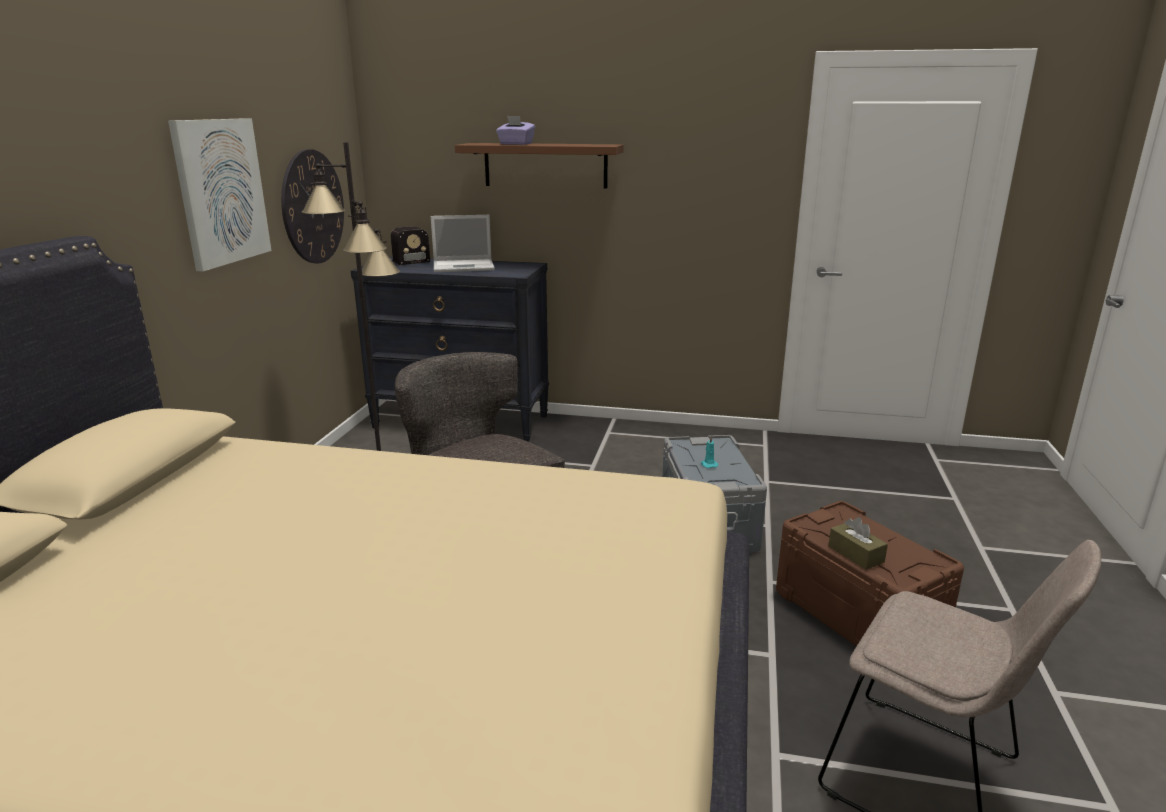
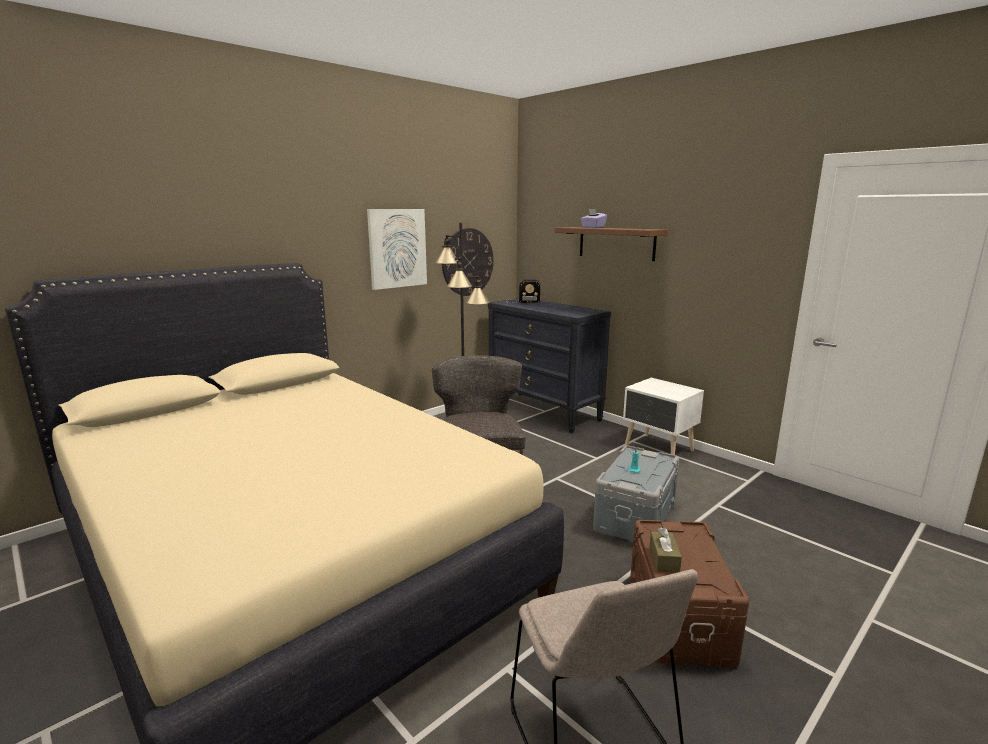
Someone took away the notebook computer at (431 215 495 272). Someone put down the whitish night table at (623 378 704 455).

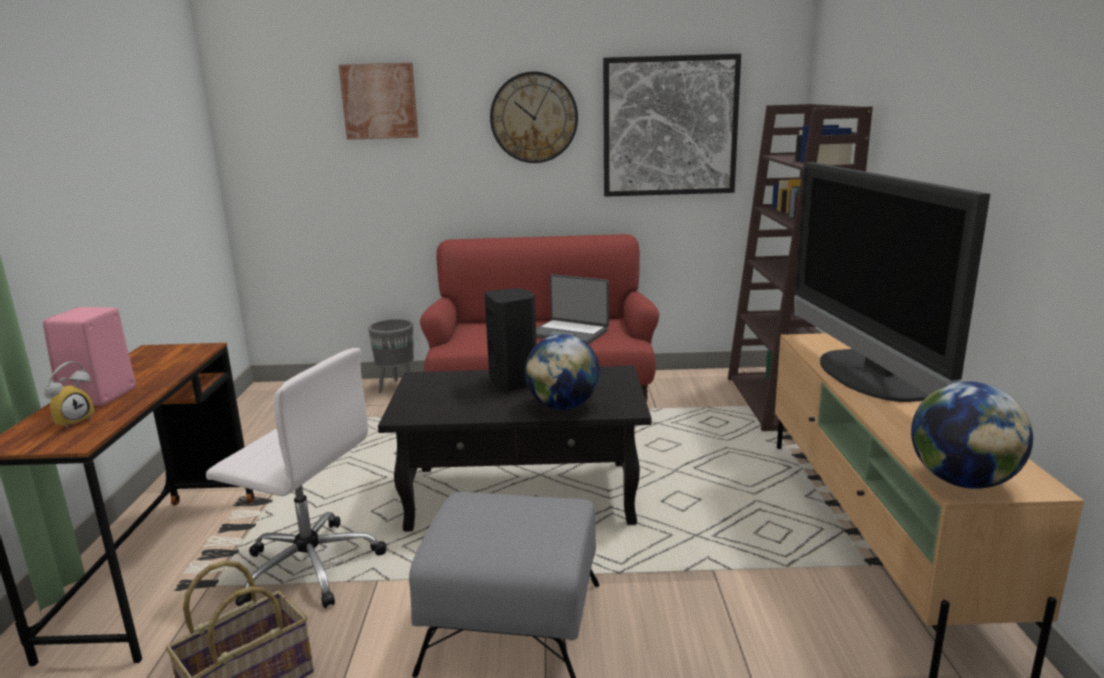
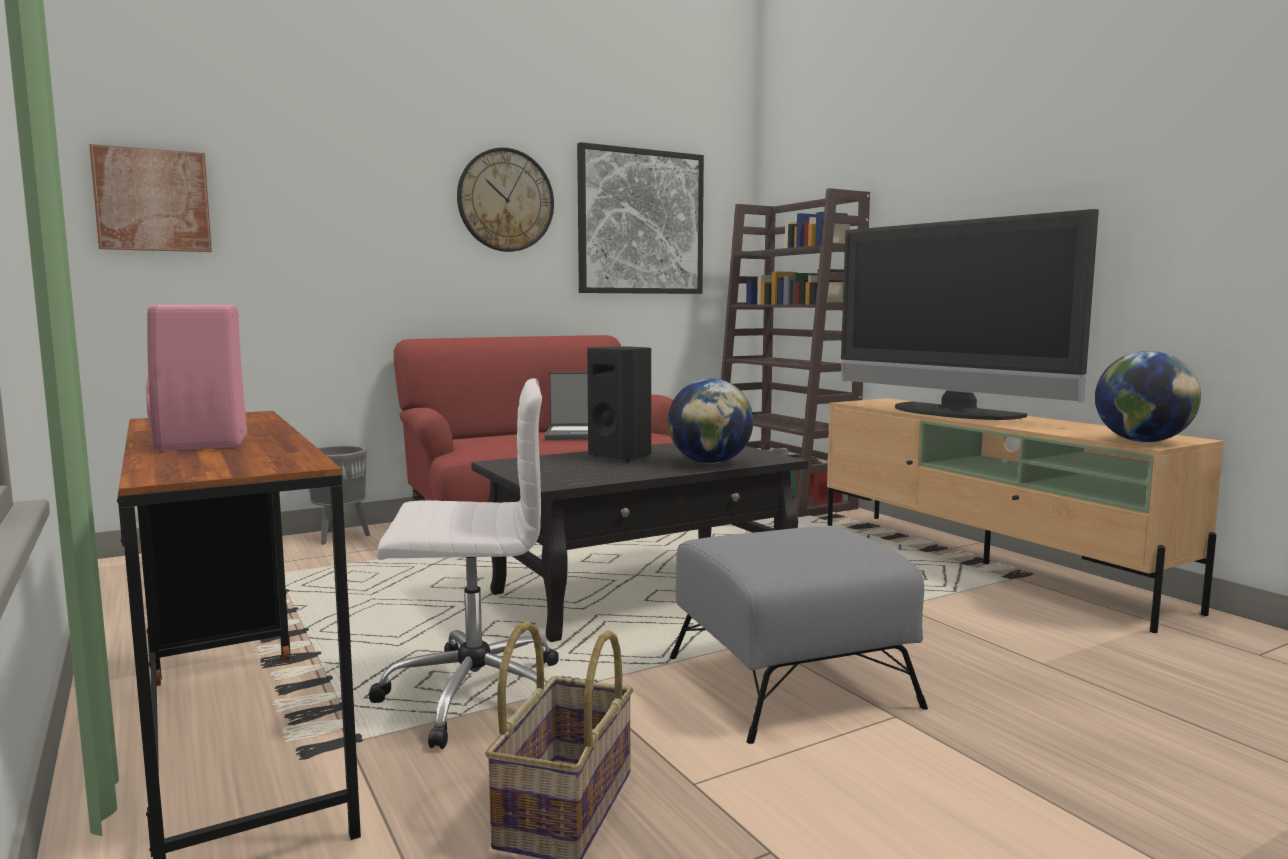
Someone took away the bedside clock at (44 361 95 429). Someone carried the picture from (339 63 418 140) to (89 144 212 252).

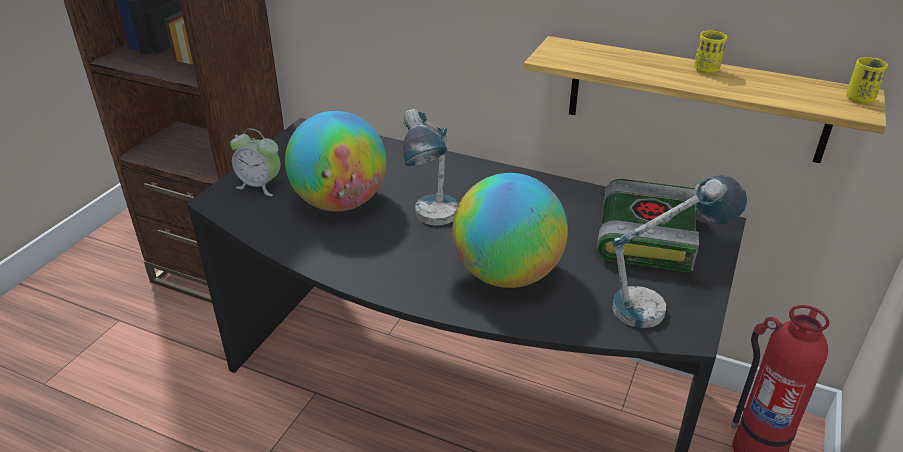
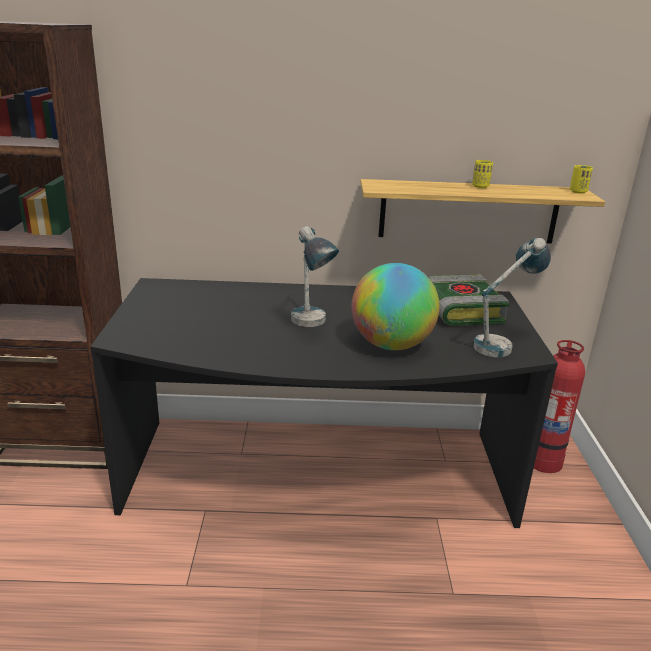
Someone took away the bedside clock at (230 129 280 196). Someone took away the world globe at (285 111 386 211).

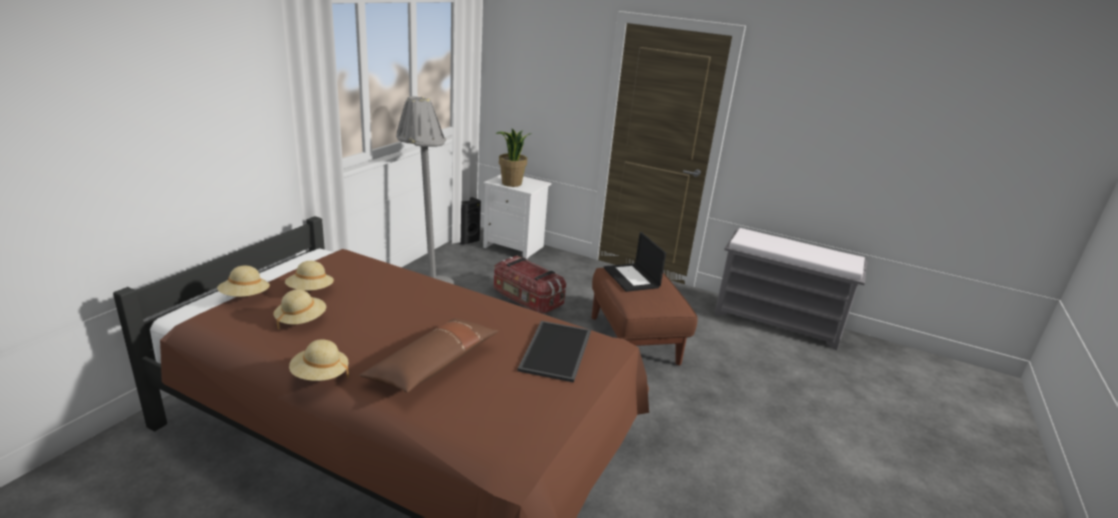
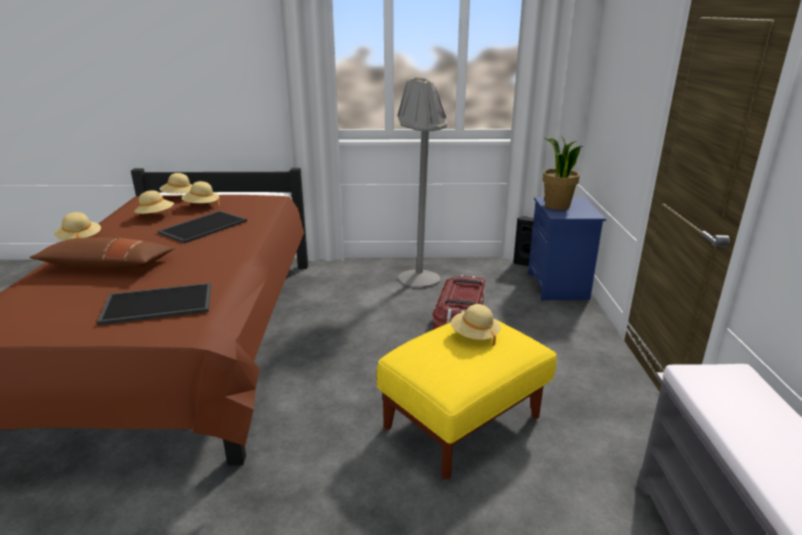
Someone repainted the whitish night table at (483 175 551 259), which became the blue-coloured night table at (528 197 606 301). Someone repainted the brownish ottoman at (592 268 697 365), which became the yellowish ottoman at (377 319 557 479). Someone swapped the notebook computer at (604 232 666 292) for the sand-coloured hat at (451 304 501 346). Someone put down the serving tray at (157 211 247 243).

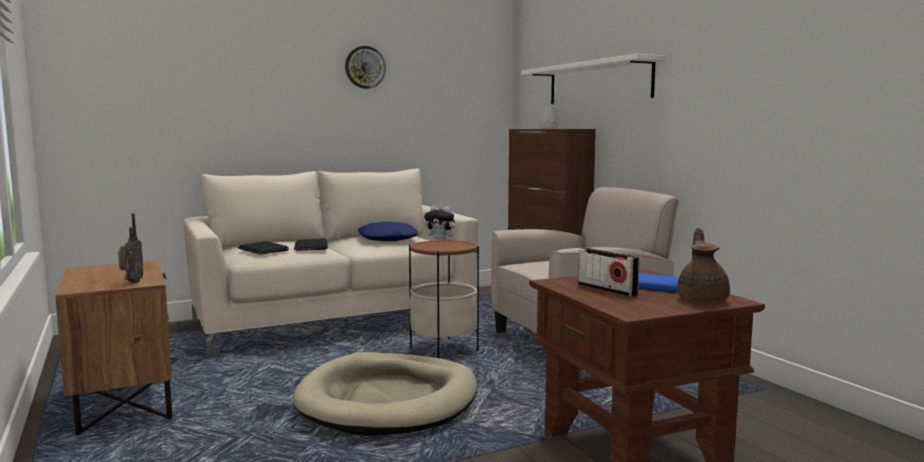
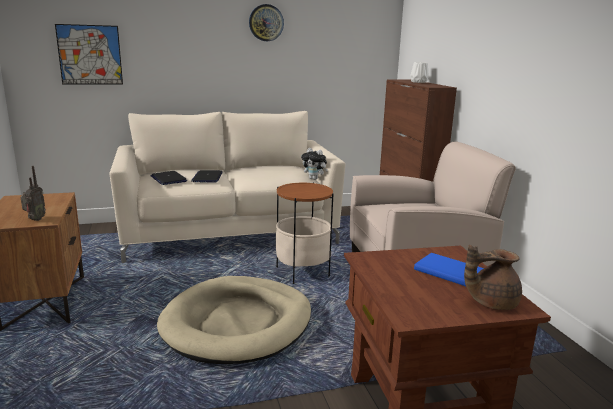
Someone took away the blue-coloured throw pillow at (358 222 418 241). Someone took away the whitish bracket shelf at (521 54 666 104). Someone took away the radio receiver at (578 248 640 297). Someone rotated the brownish pot for tea at (677 228 730 303) by 120 degrees counterclockwise. Someone put up the picture at (55 24 123 85).

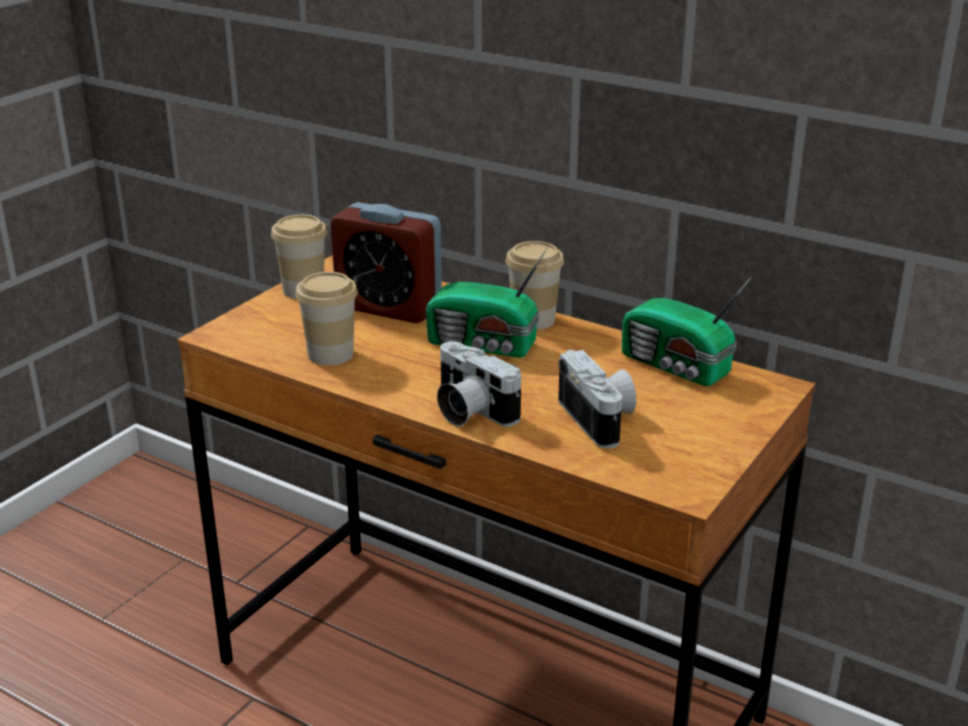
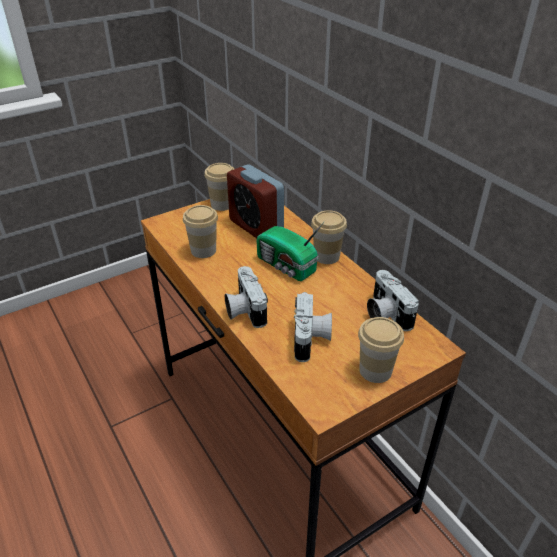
Someone swapped the radio receiver at (622 277 752 386) for the photo camera at (367 270 419 331). Someone put down the drinking cup at (358 317 404 383).

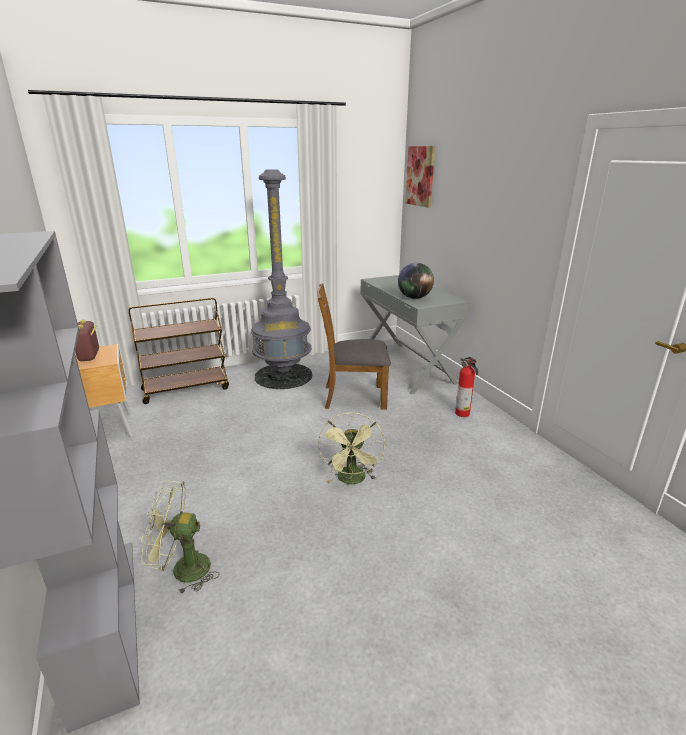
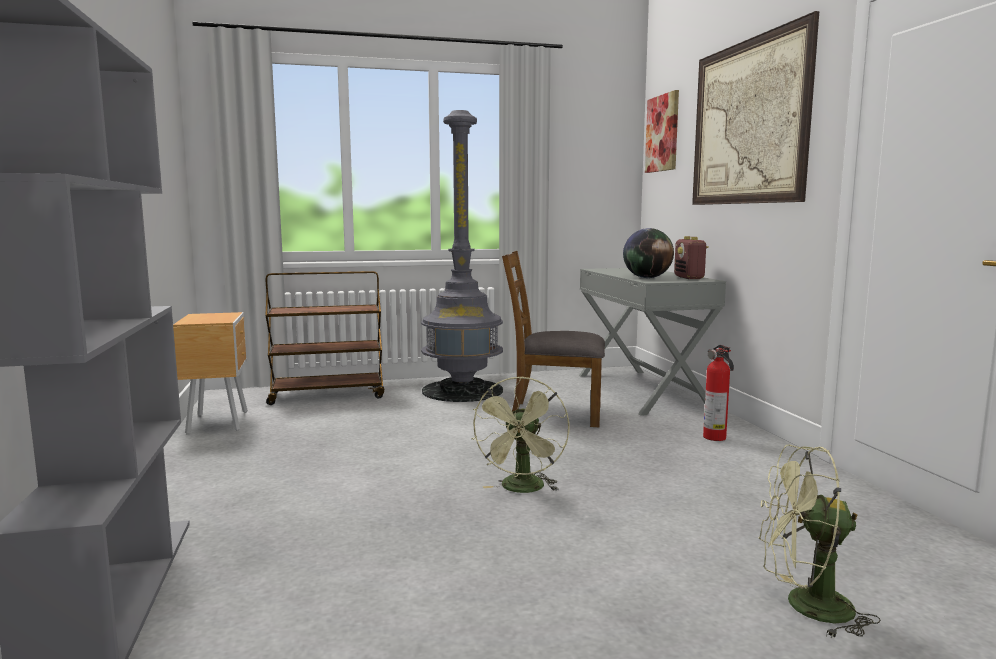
Someone carried the radio receiver from (75 320 99 361) to (674 236 709 279). Someone carried the greenish cooling fan from (141 481 220 595) to (758 444 881 638). Someone put up the picture at (692 11 819 205).

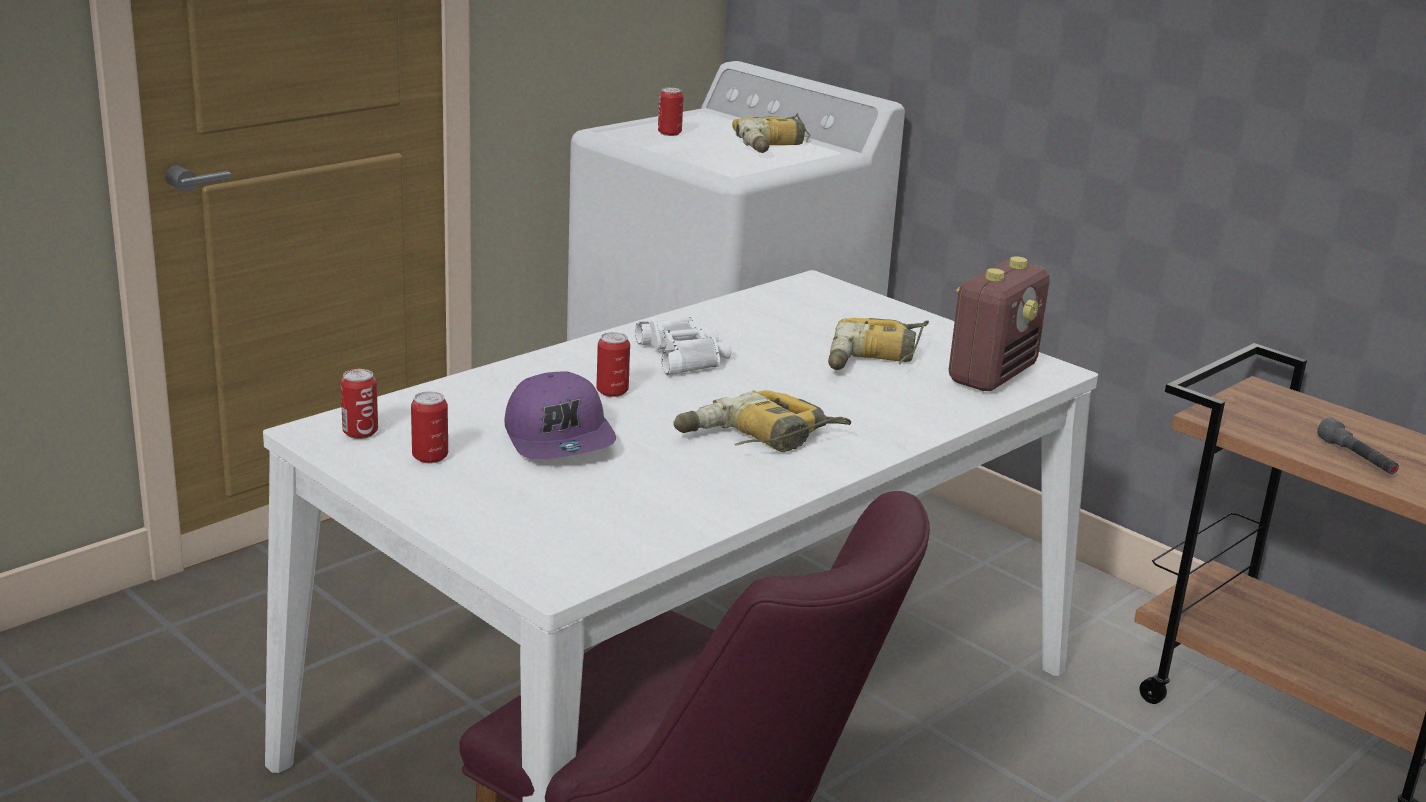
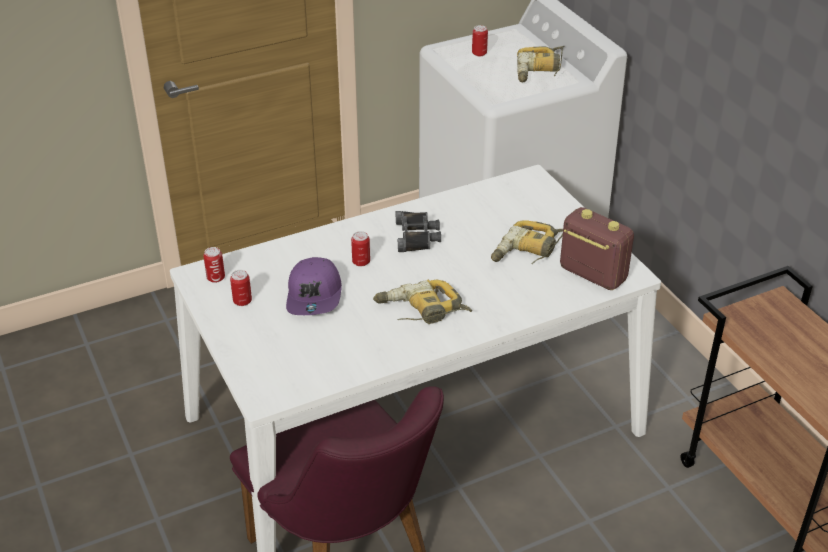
Someone repainted the whitish pair of binoculars at (635 317 731 375), which became the black pair of binoculars at (396 211 441 252). Someone rotated the radio receiver at (949 257 1050 391) by 105 degrees counterclockwise. Someone took away the grey flashlight at (1317 418 1399 474).

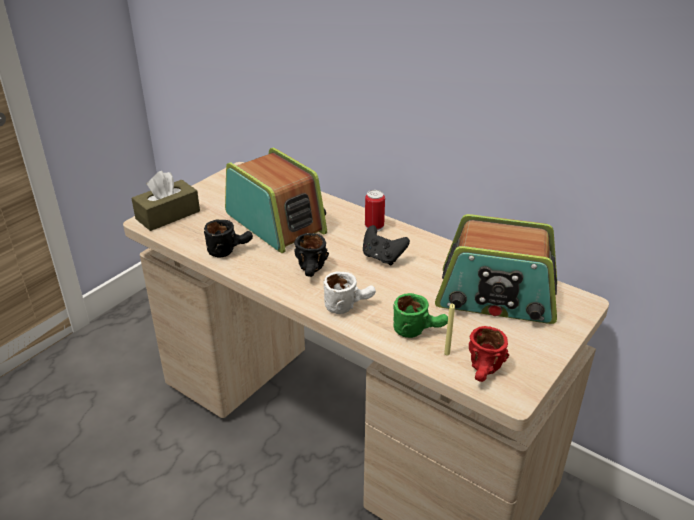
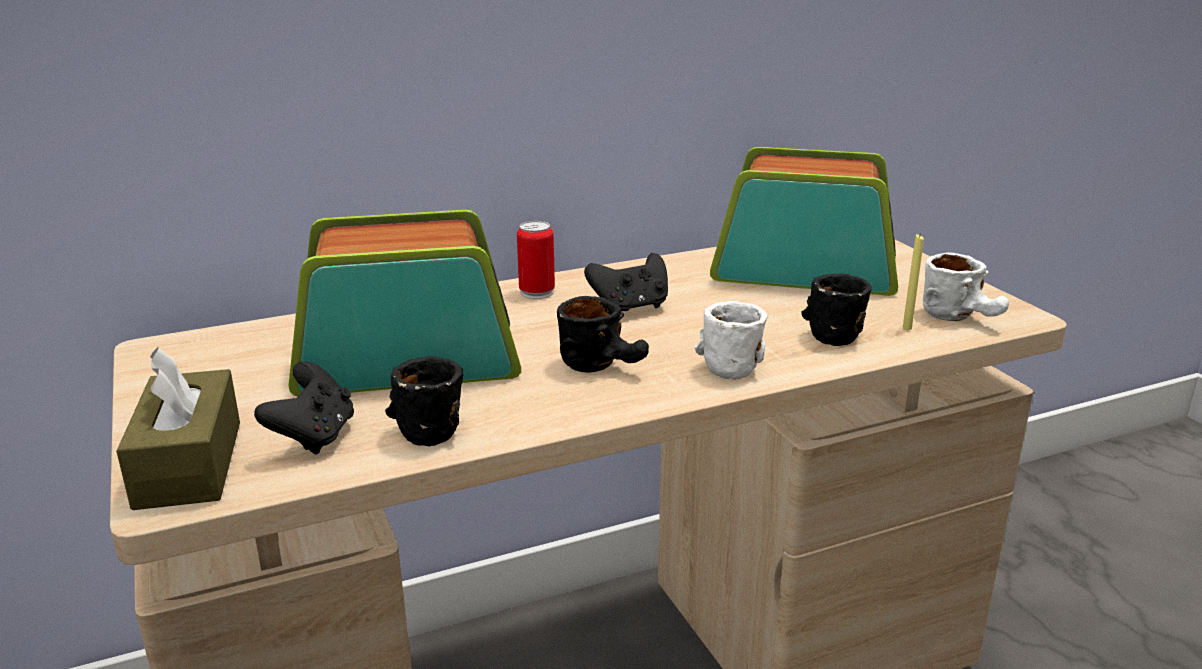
Someone repainted the greenish mug at (393 293 448 338), which became the black mug at (801 273 872 346). Someone rotated the radio receiver at (435 214 557 324) by 120 degrees counterclockwise. Someone repainted the red-coloured mug at (469 326 509 382), which became the whitish mug at (923 253 1009 321). Someone put down the black game controller at (254 361 354 454).

